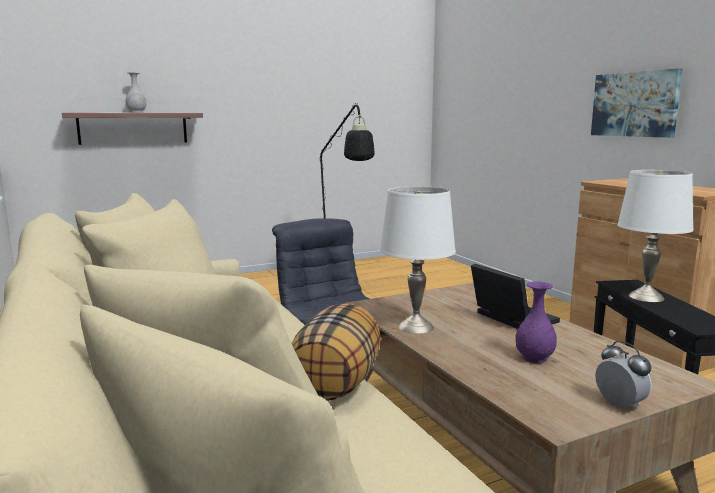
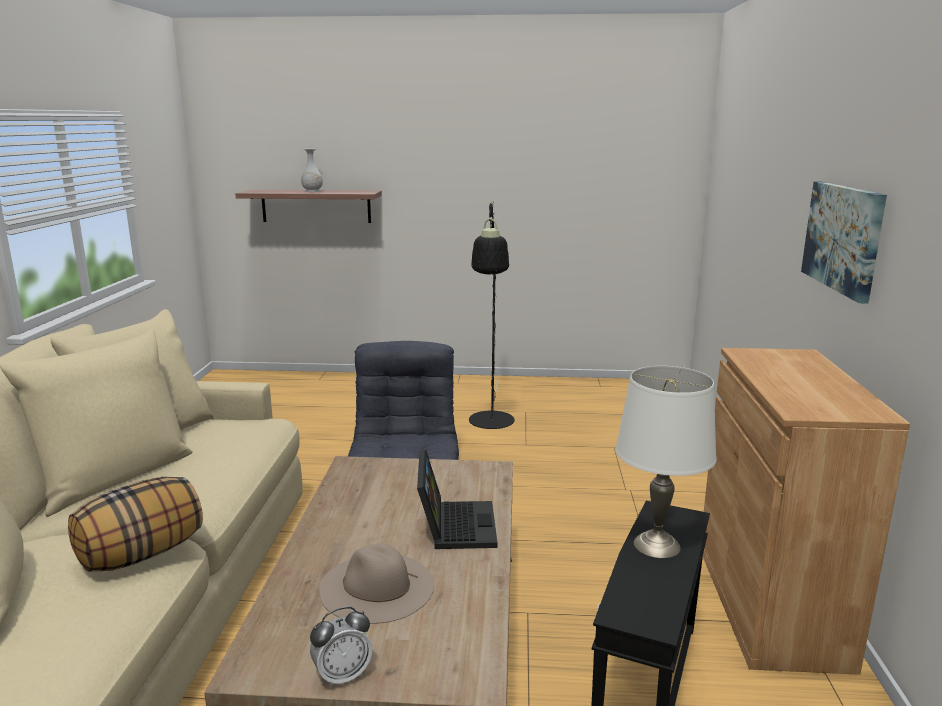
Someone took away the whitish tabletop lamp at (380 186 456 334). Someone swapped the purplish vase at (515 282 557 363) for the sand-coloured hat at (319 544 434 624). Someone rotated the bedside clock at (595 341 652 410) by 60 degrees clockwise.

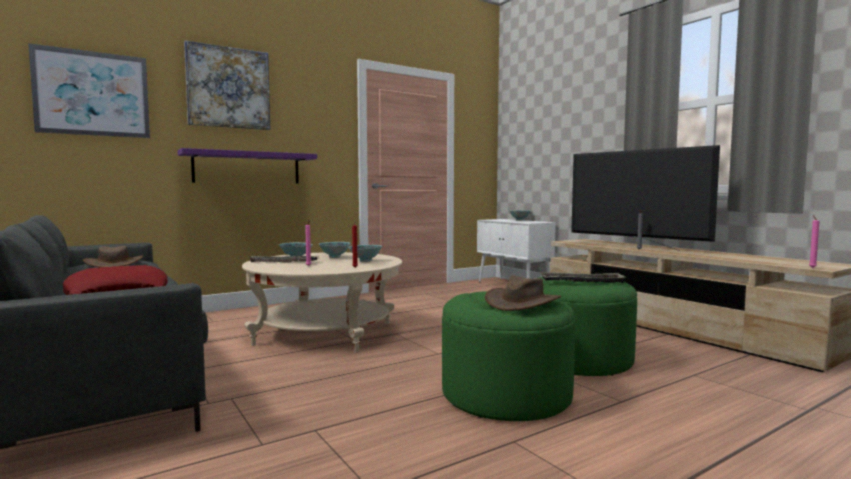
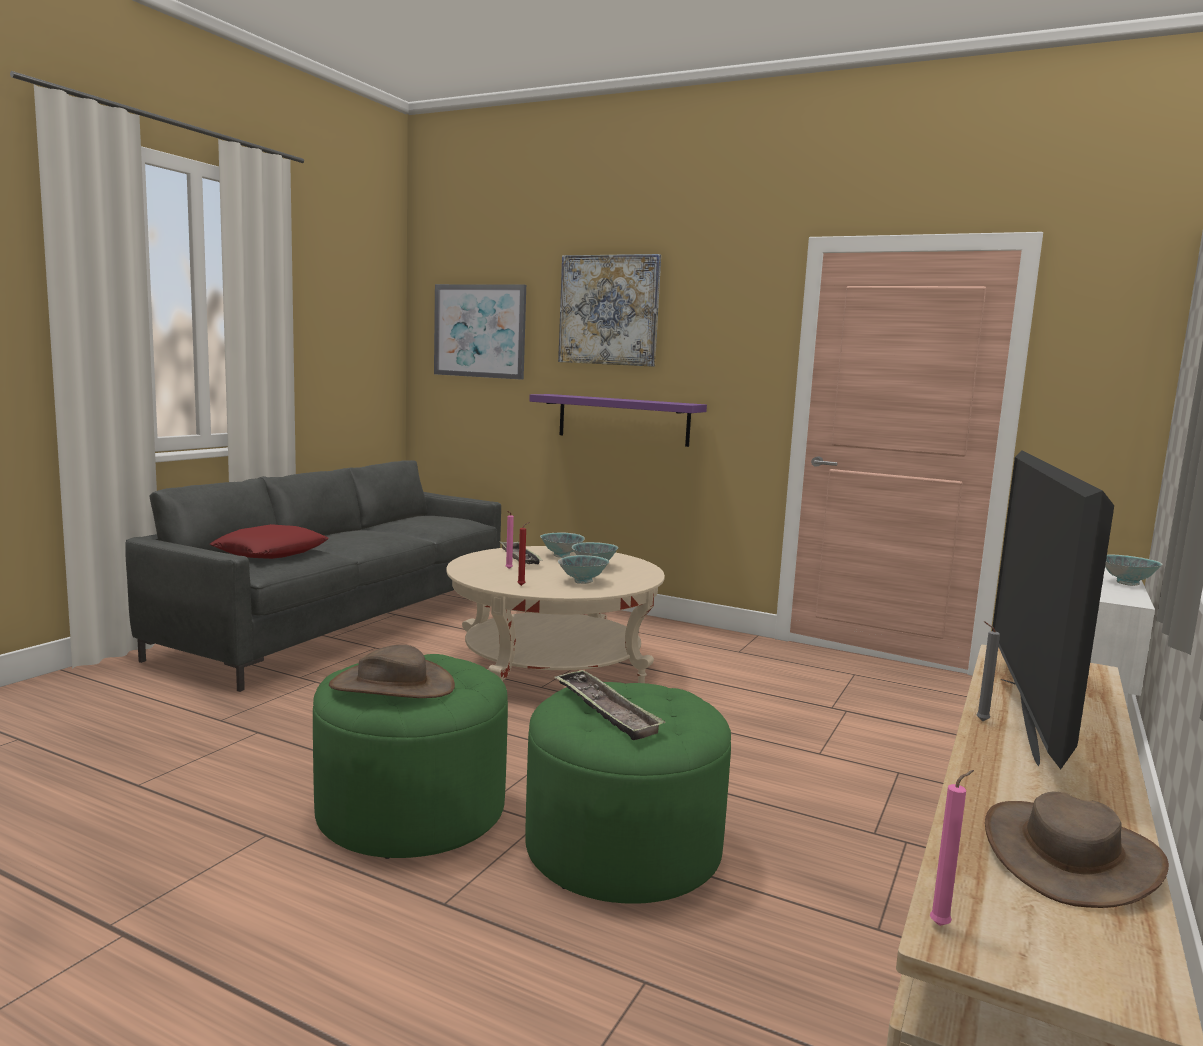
Someone carried the brownish hat from (83 246 143 268) to (985 792 1169 908).

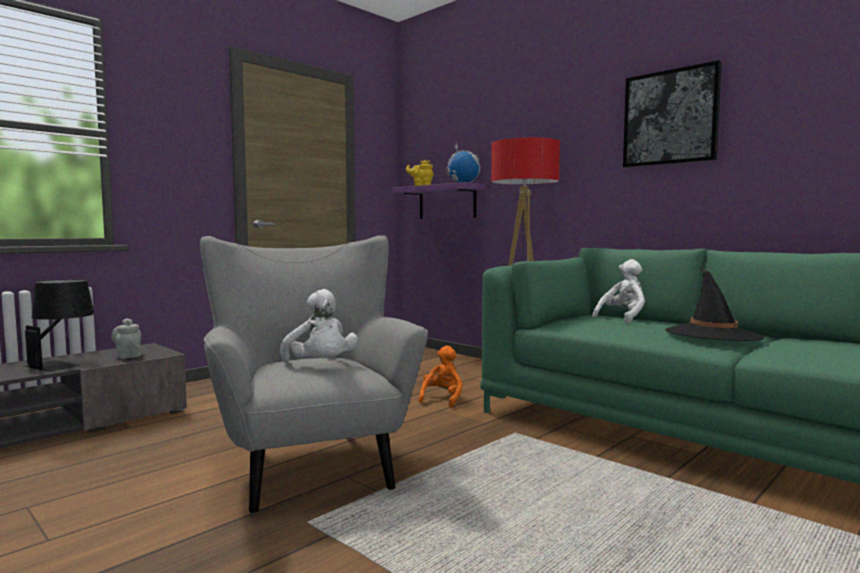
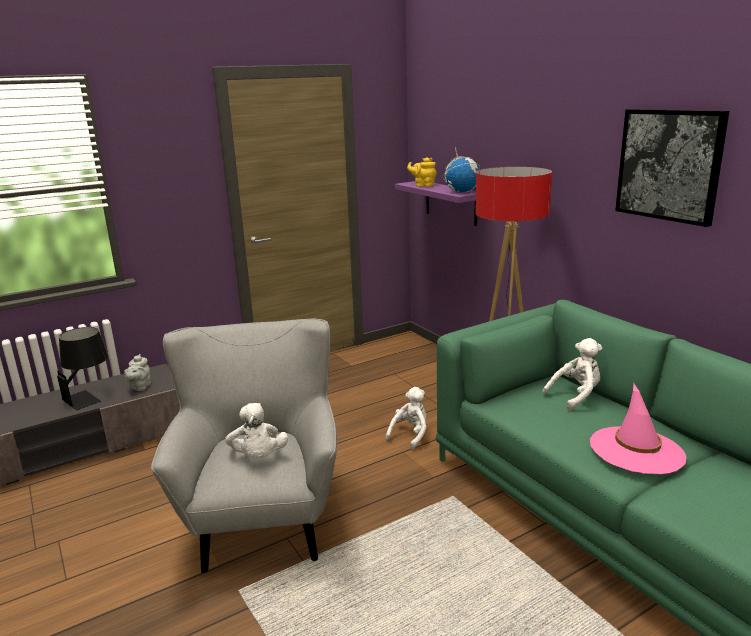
Someone rotated the grey pot for tea at (111 318 142 359) by 150 degrees counterclockwise. Someone repainted the orangey plush toy at (418 346 463 408), which became the whitish plush toy at (386 387 427 450). Someone repainted the black hat at (665 268 765 341), which became the pink hat at (590 383 686 474).

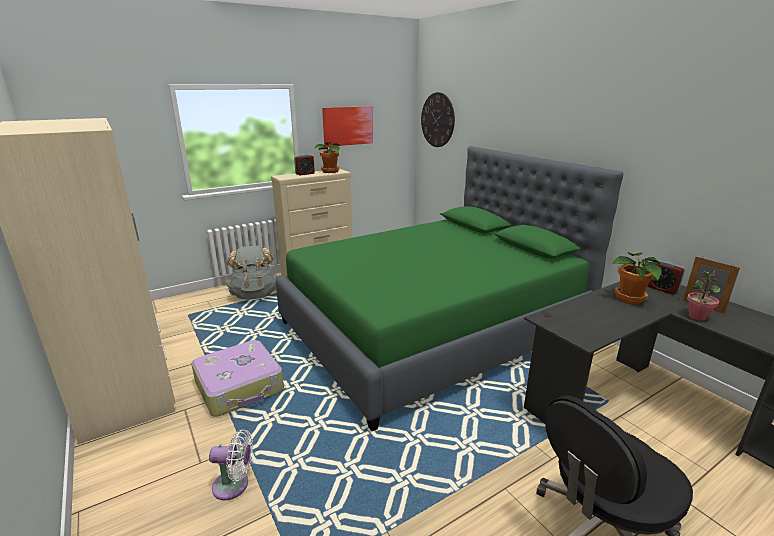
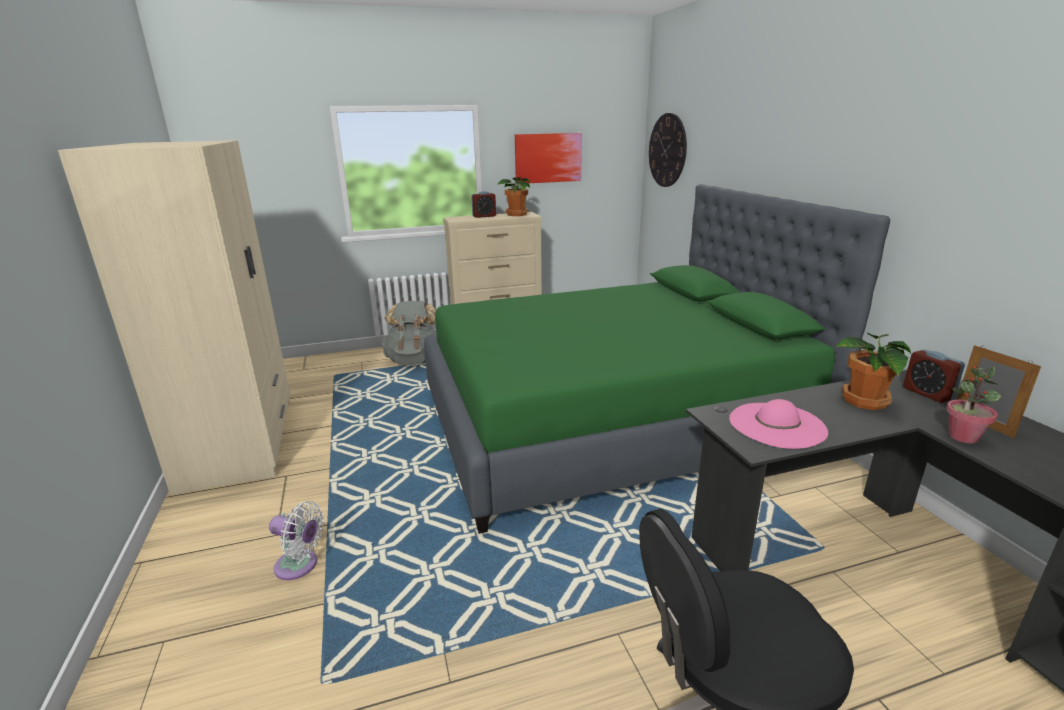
Someone took away the travel case at (191 340 284 417). Someone put down the pink hat at (729 399 828 449).

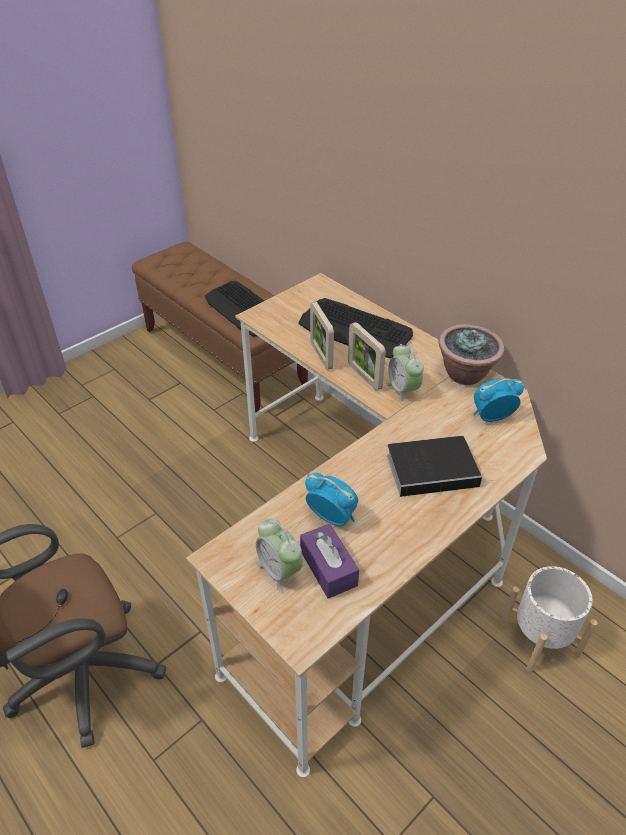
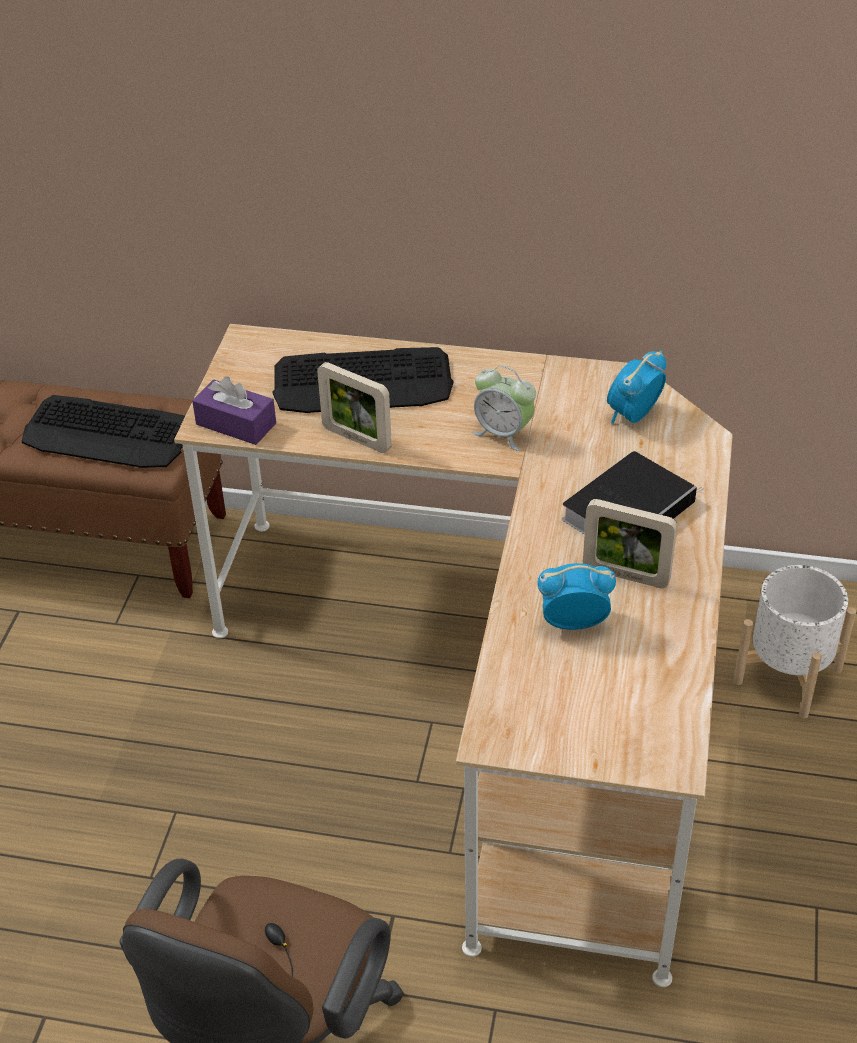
Someone took away the bedside clock at (256 518 303 594). Someone carried the purplish tissue box from (300 524 359 599) to (192 376 276 445). Someone carried the standing frame from (348 322 386 391) to (583 499 677 588). Someone took away the plant in a pot at (438 324 504 385).

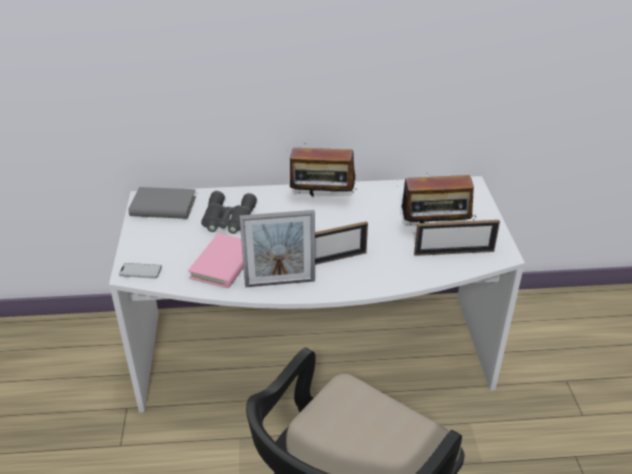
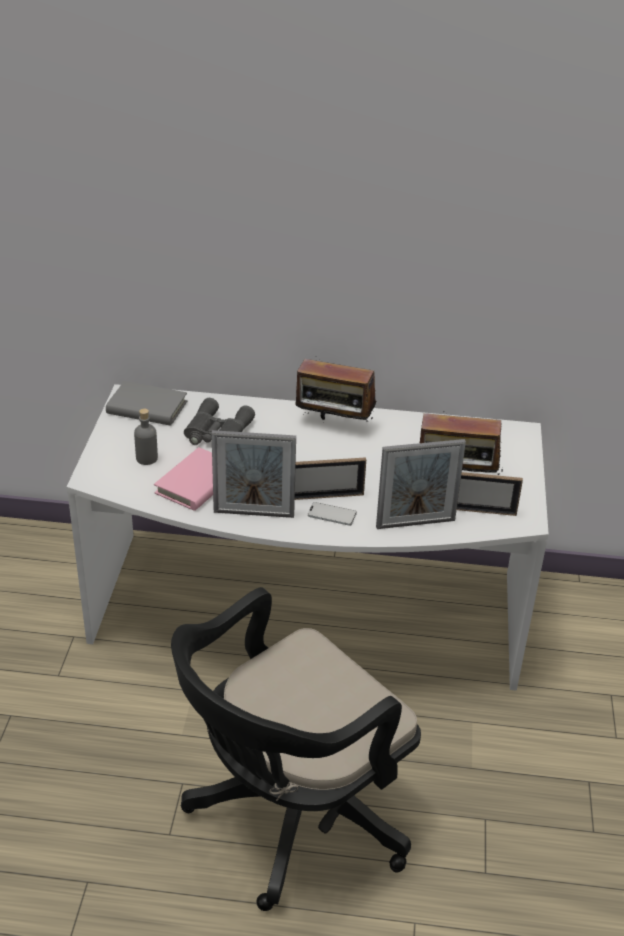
Someone carried the phone from (119 263 162 279) to (308 502 357 526). Someone put down the grey drink bottle at (134 408 158 465). Someone put down the standing frame at (376 439 466 529).

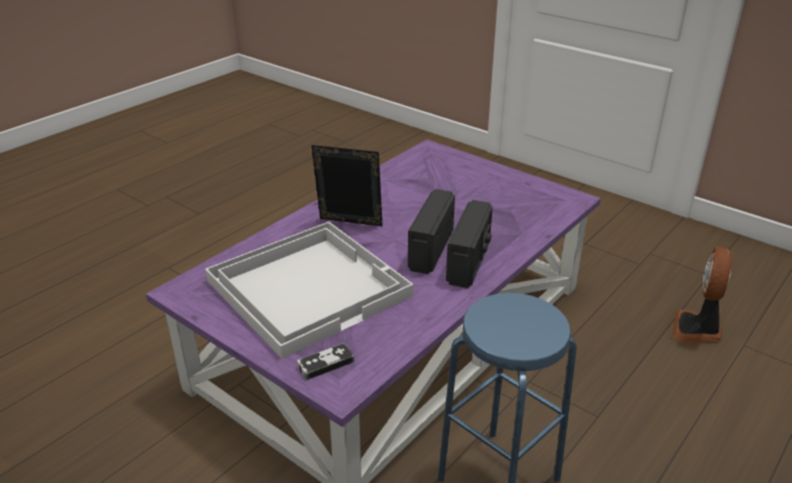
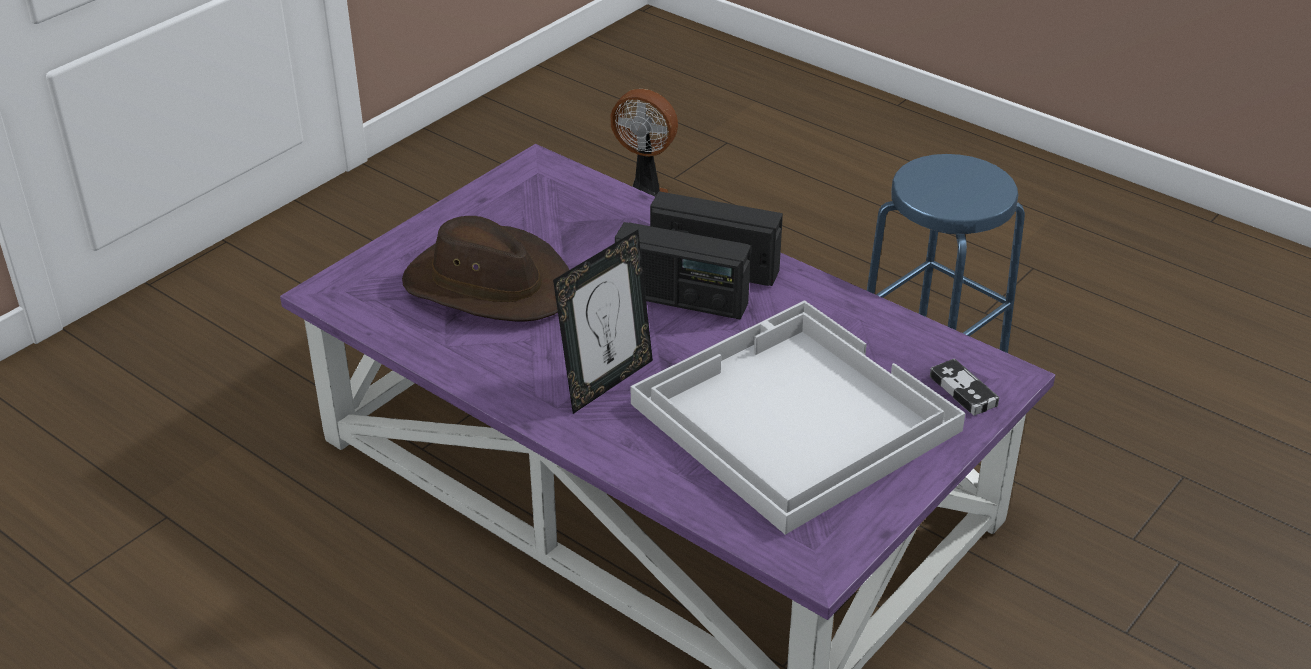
Someone rotated the standing frame at (311 145 383 226) by 150 degrees counterclockwise. Someone put down the brownish hat at (402 216 569 322).

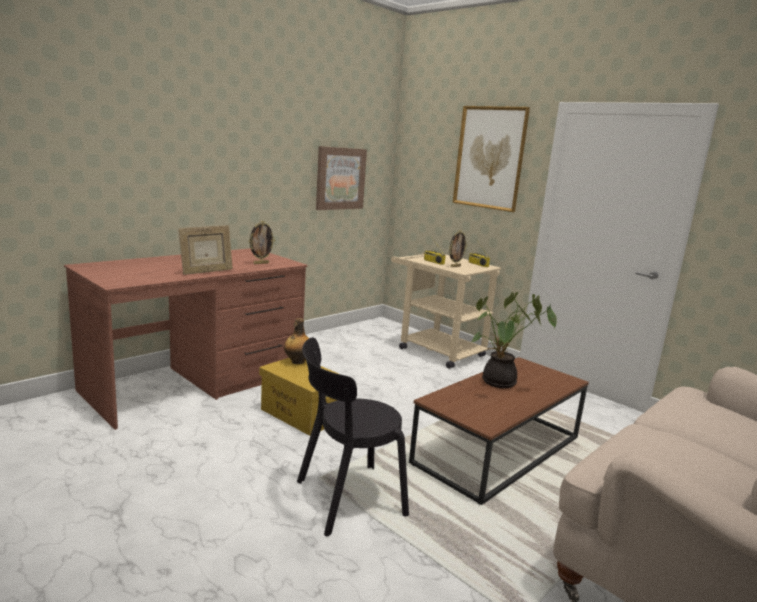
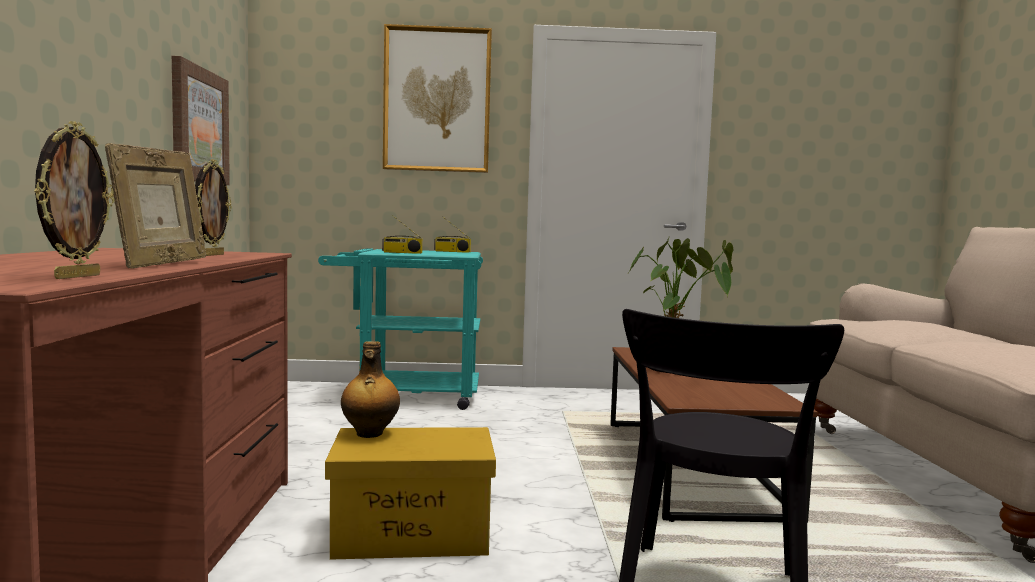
Someone repainted the sand-coloured wheeled cart at (391 253 501 369), which became the turquoise-coloured wheeled cart at (318 248 483 410). Someone carried the standing frame from (449 230 467 267) to (34 121 114 279).

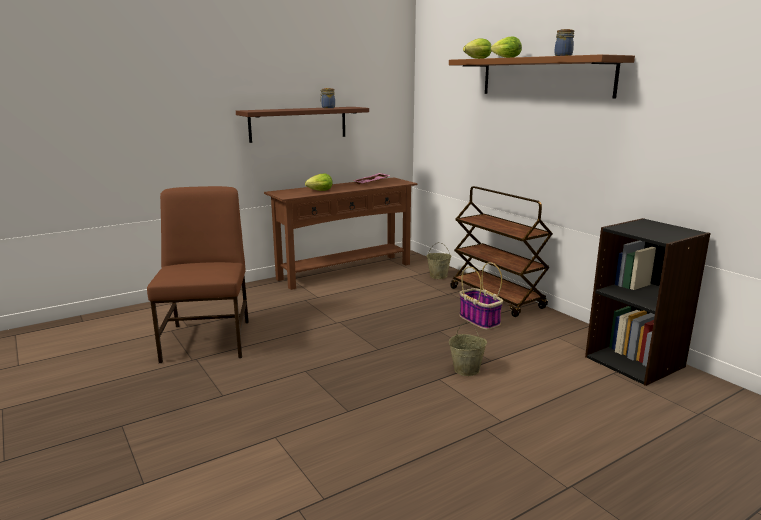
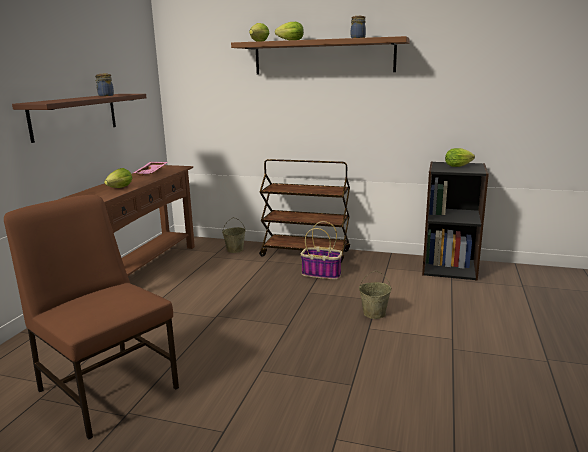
Someone put down the head of lettuce at (445 148 475 167).

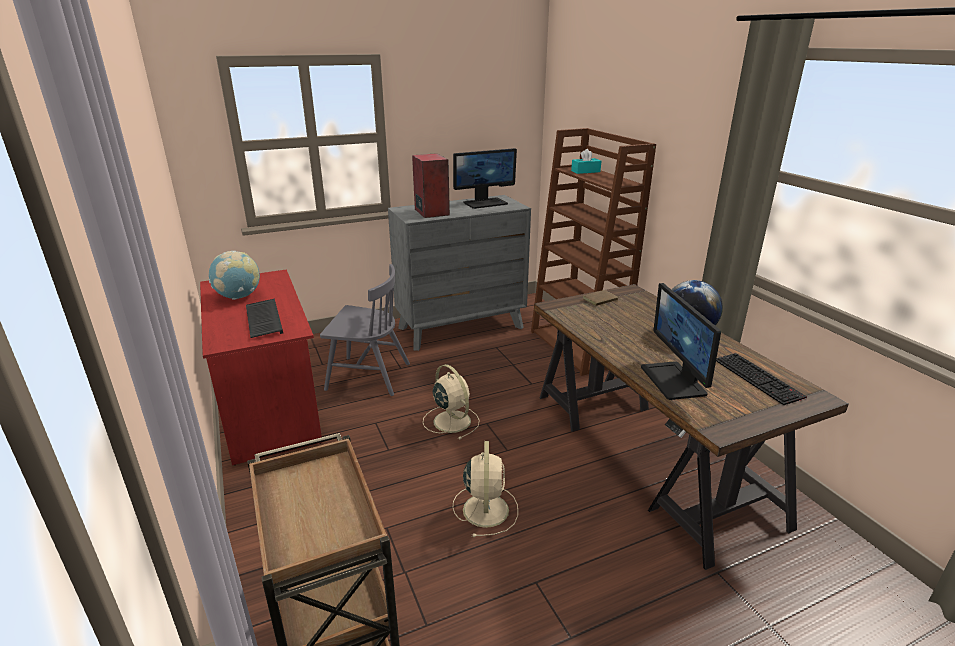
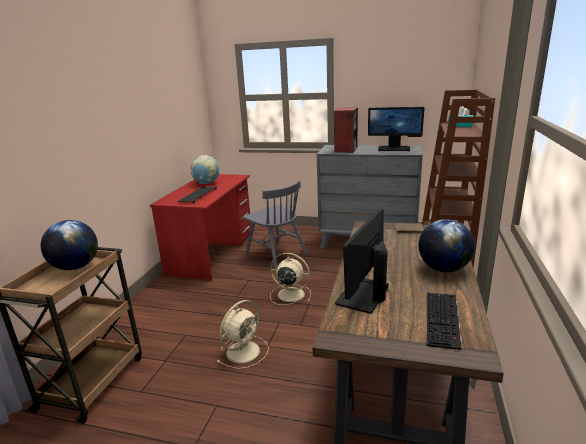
Someone rotated the sand-coloured cooling fan at (423 364 480 440) by 75 degrees counterclockwise. Someone put down the world globe at (41 220 98 270).

